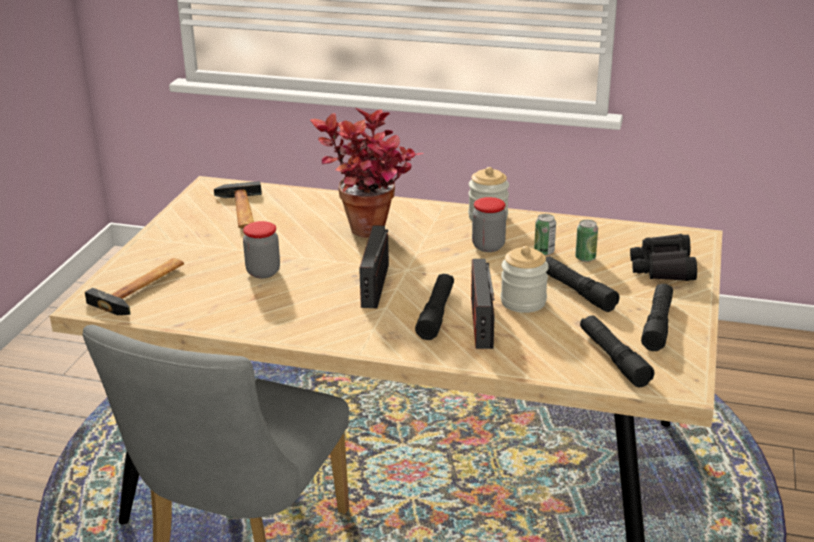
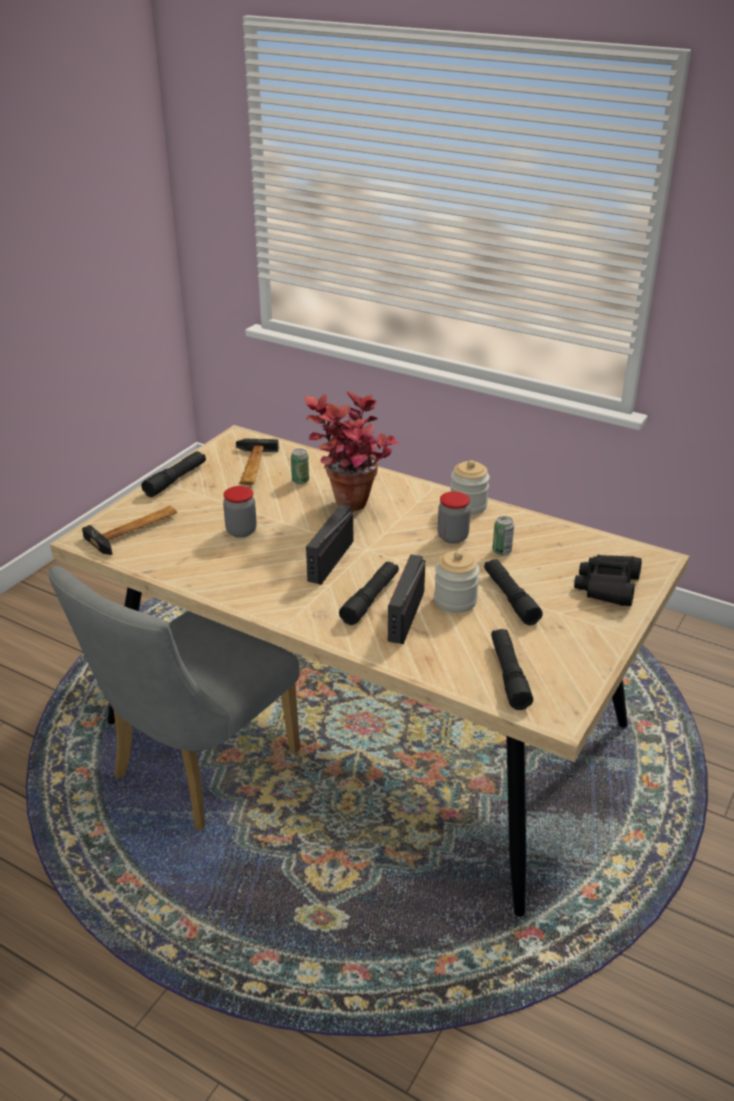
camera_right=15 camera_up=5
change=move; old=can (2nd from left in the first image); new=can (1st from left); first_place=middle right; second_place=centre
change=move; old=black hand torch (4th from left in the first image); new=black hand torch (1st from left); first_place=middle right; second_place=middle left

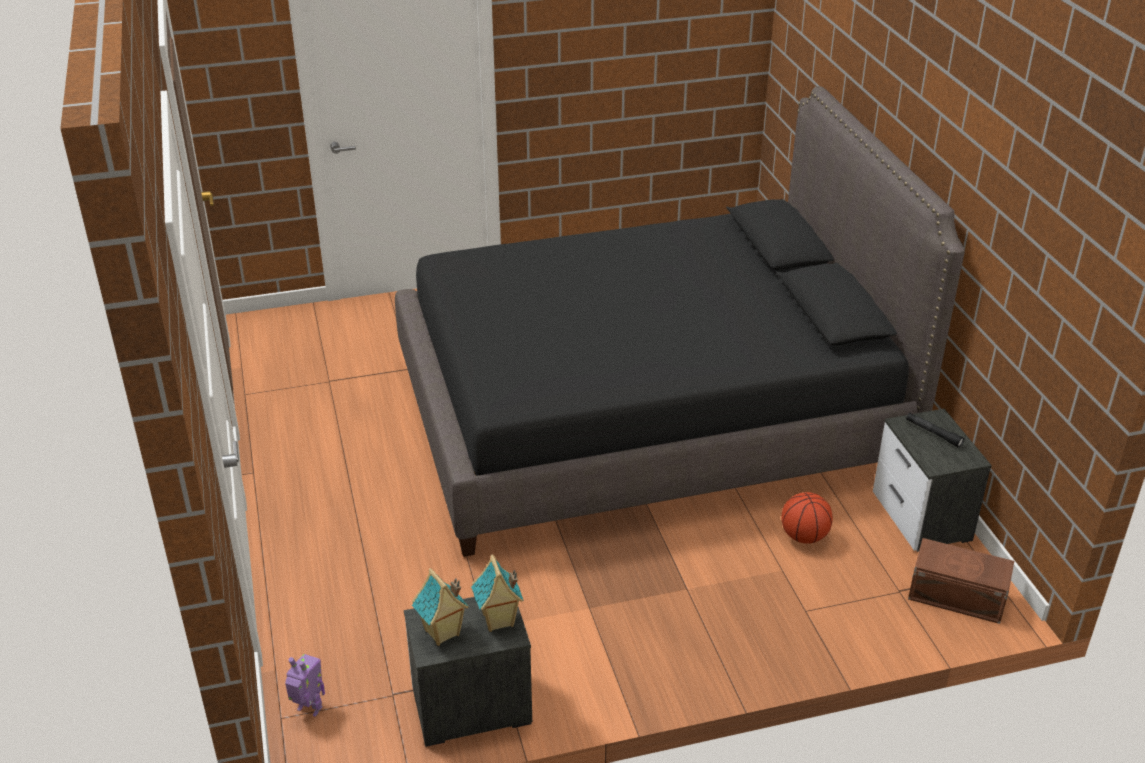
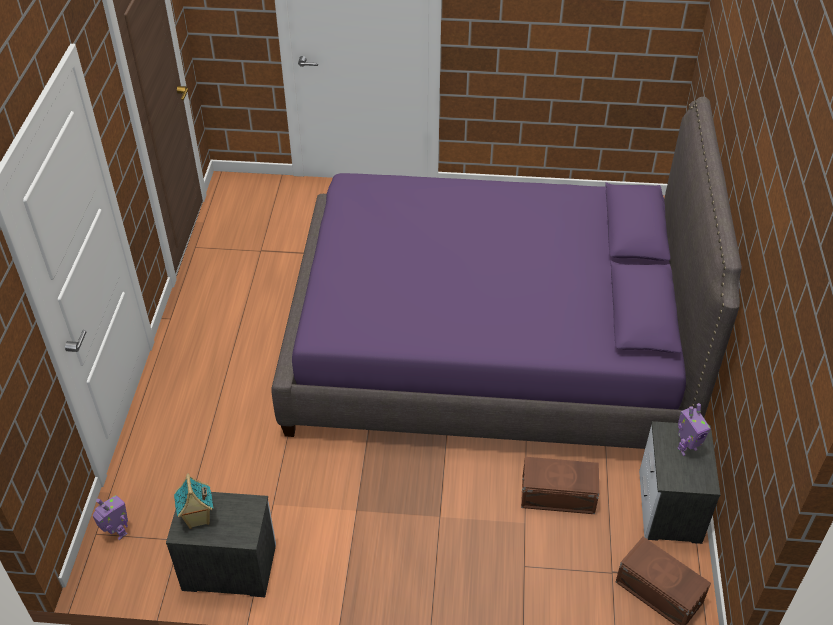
camera_right=20 camera_up=10
change=recolor; old=black bedroom bed; new=purple-coloured bedroom bed; first_place=centre; second_place=centre
change=delete; old=toy house (2nd from left); first_place=bottom centre
change=replace; old=basketball; new=brown-coloured storage bin (1st from left); first_place=bottom right; second_place=bottom right
change=replace; old=black hand torch; new=model robot (2nd from left); first_place=middle right; second_place=bottom right

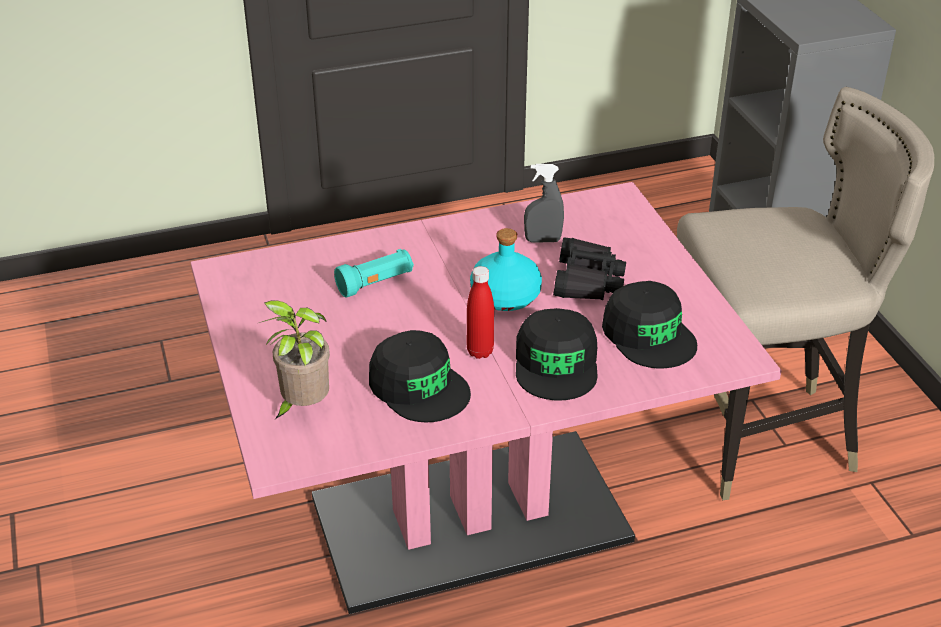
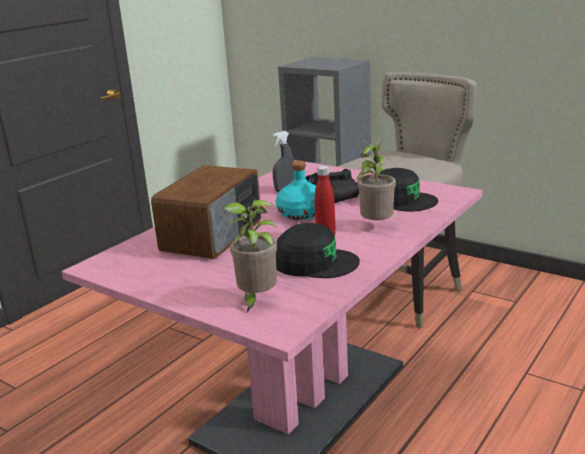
camera_right=-35 camera_up=-15
change=replace; old=turquoise hand torch; new=radio set; first_place=centre; second_place=centre
change=replace; old=black peaked cap (2nd from left); new=potted plant (2nd from left); first_place=centre; second_place=centre

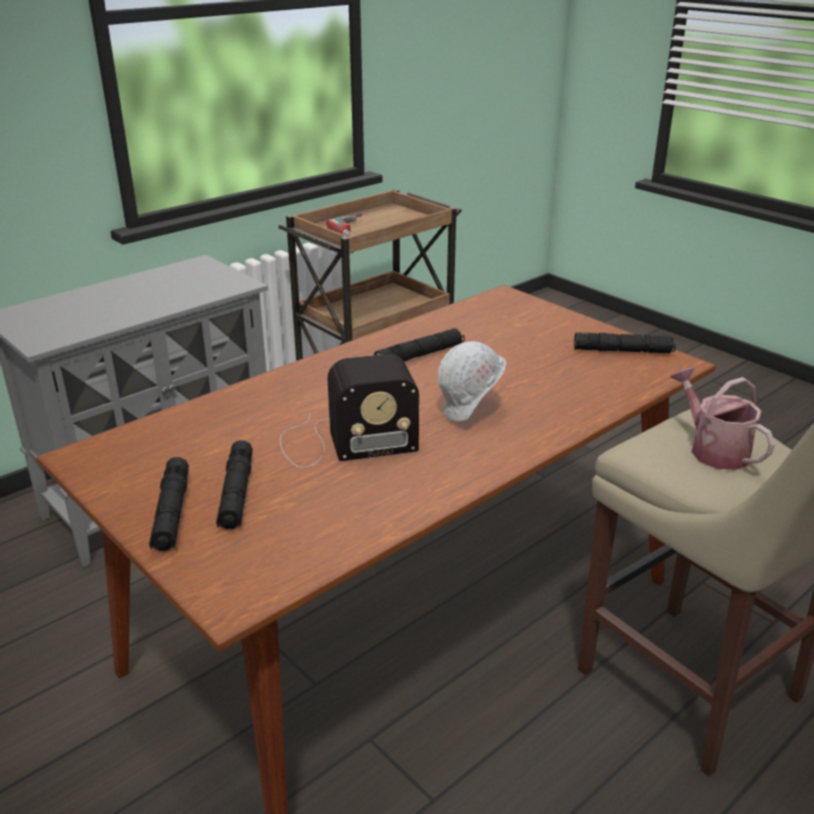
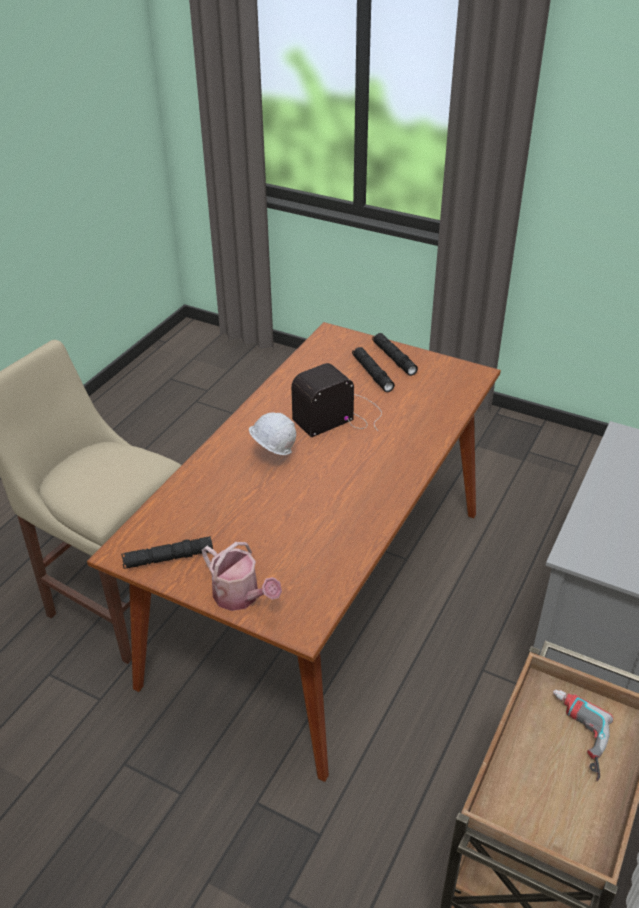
camera_right=160 camera_up=10
change=delete; old=black hand torch (3rd from left); first_place=centre
change=move; old=watering pot; first_place=middle right; second_place=centre

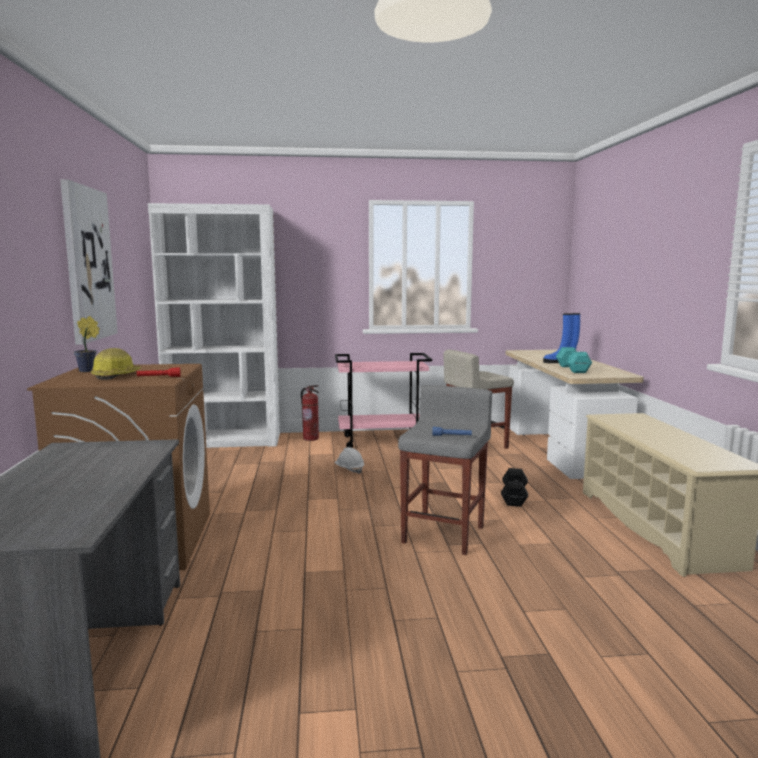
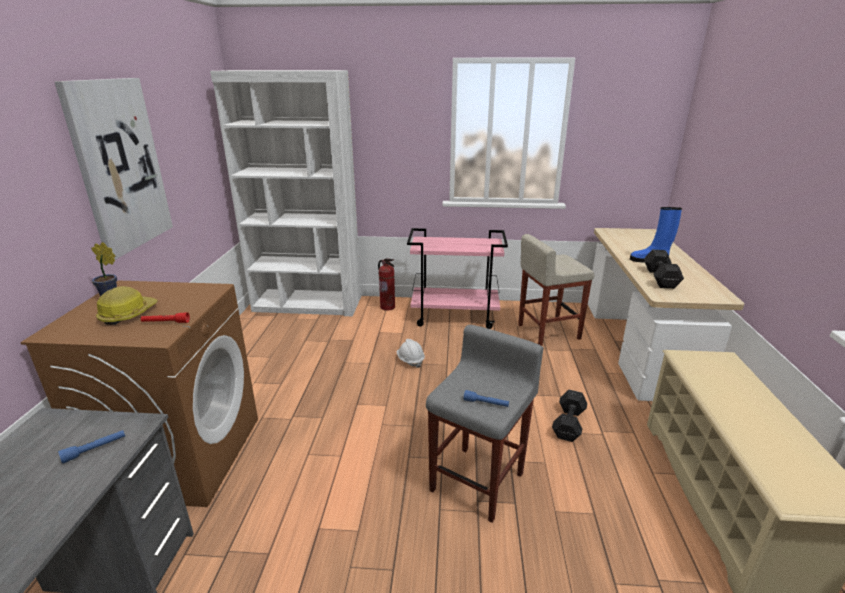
camera_right=10 camera_up=15
change=recolor; old=turquoise free weight; new=black free weight (2nd from left); first_place=middle right; second_place=middle right
change=insert; new=blue hand torch (1st from left); second_place=bottom left

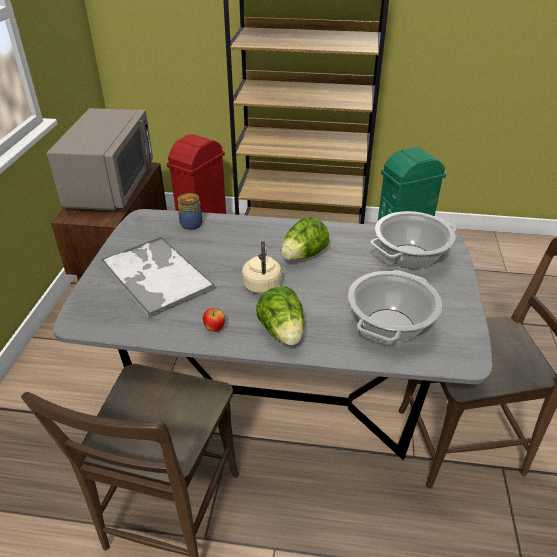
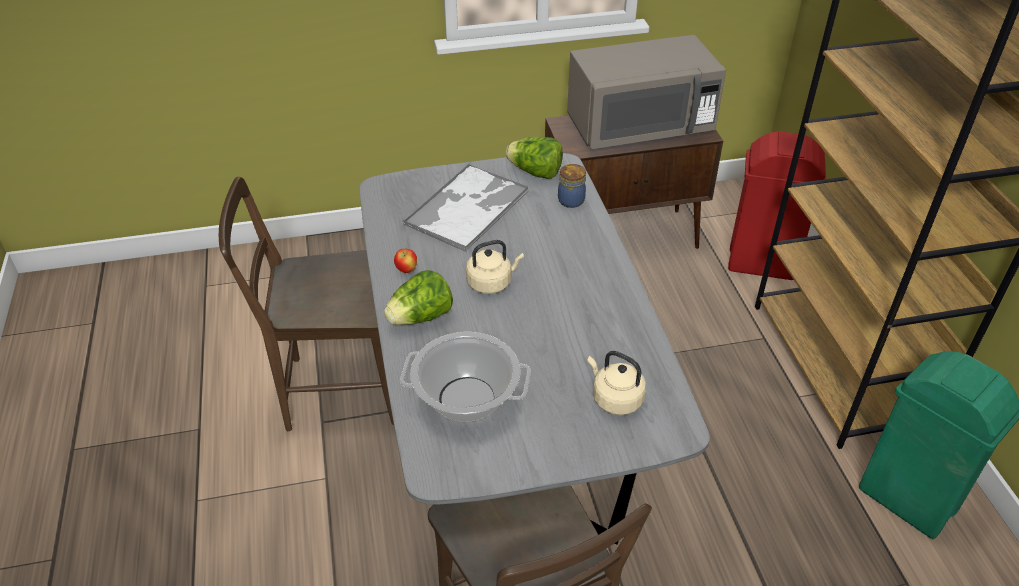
camera_right=70 camera_up=5
change=move; old=lettuce head (2nd from left); first_place=centre; second_place=top centre
change=replace; old=cooking pot (2nd from left); new=sand-coloured water kettle (2nd from left); first_place=middle right; second_place=centre

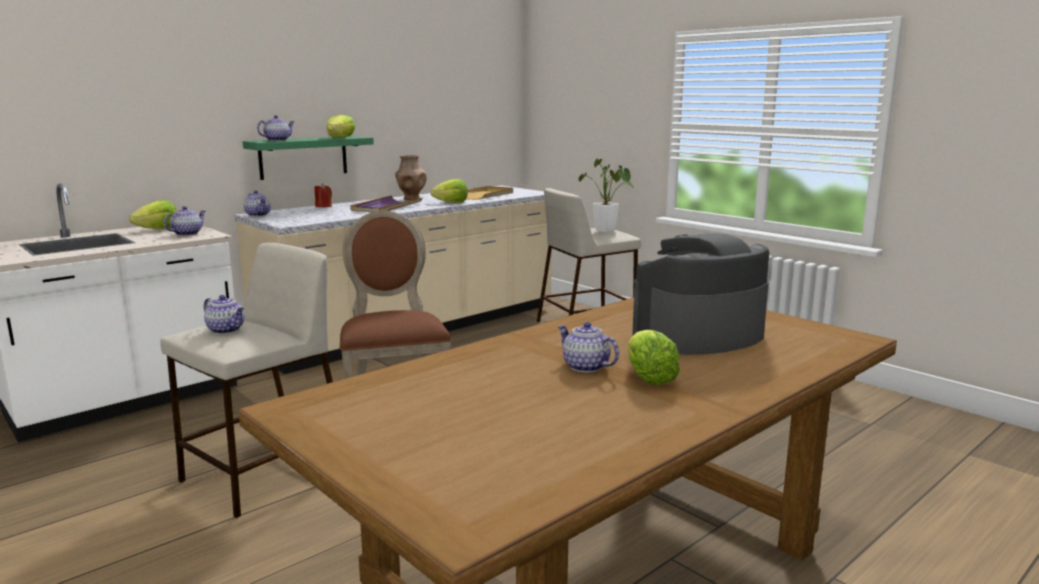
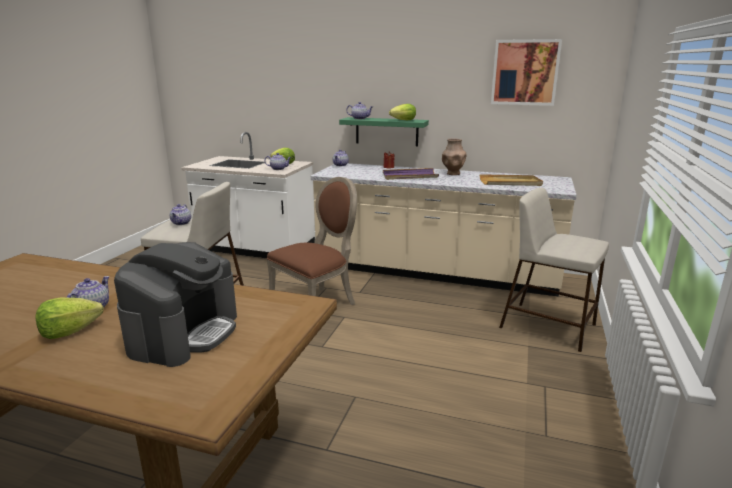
camera_right=60 camera_up=5
change=delete; old=lettuce head (3rd from left); first_place=top centre
change=delete; old=potted plant; first_place=centre
change=rotate; old=coffee machine; first_place=middle right; second_place=middle left; degrees=75
change=insert; new=wall picture; second_place=top right

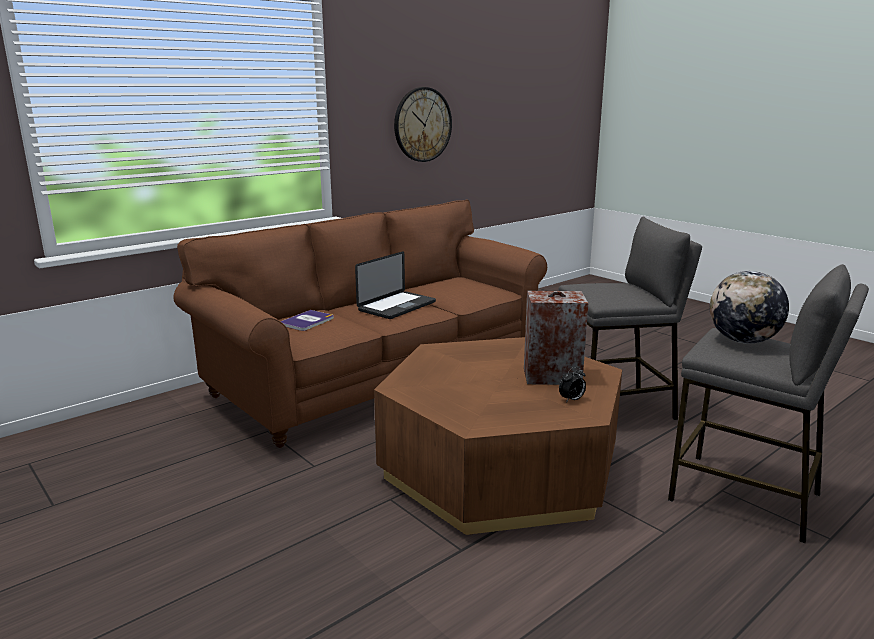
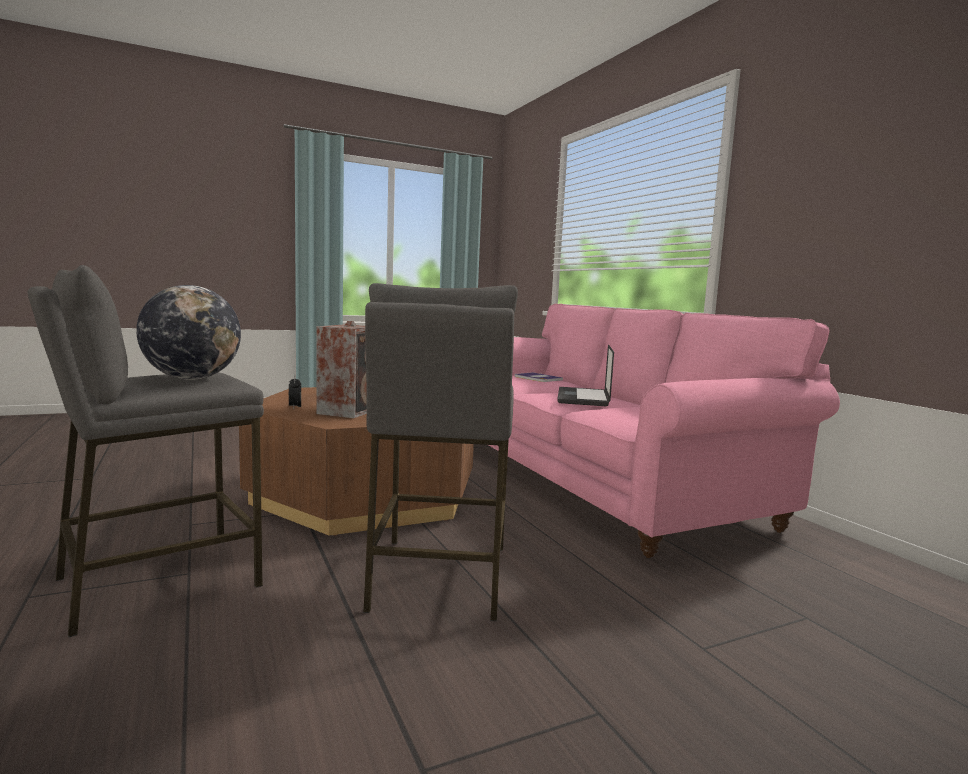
camera_right=105 camera_up=-10
change=recolor; old=brown-coloured sofa; new=pink-coloured sofa; first_place=centre; second_place=middle right
change=rotate; old=portable computer; first_place=centre; second_place=centre; degrees=45
change=delete; old=hanging clock; first_place=top centre

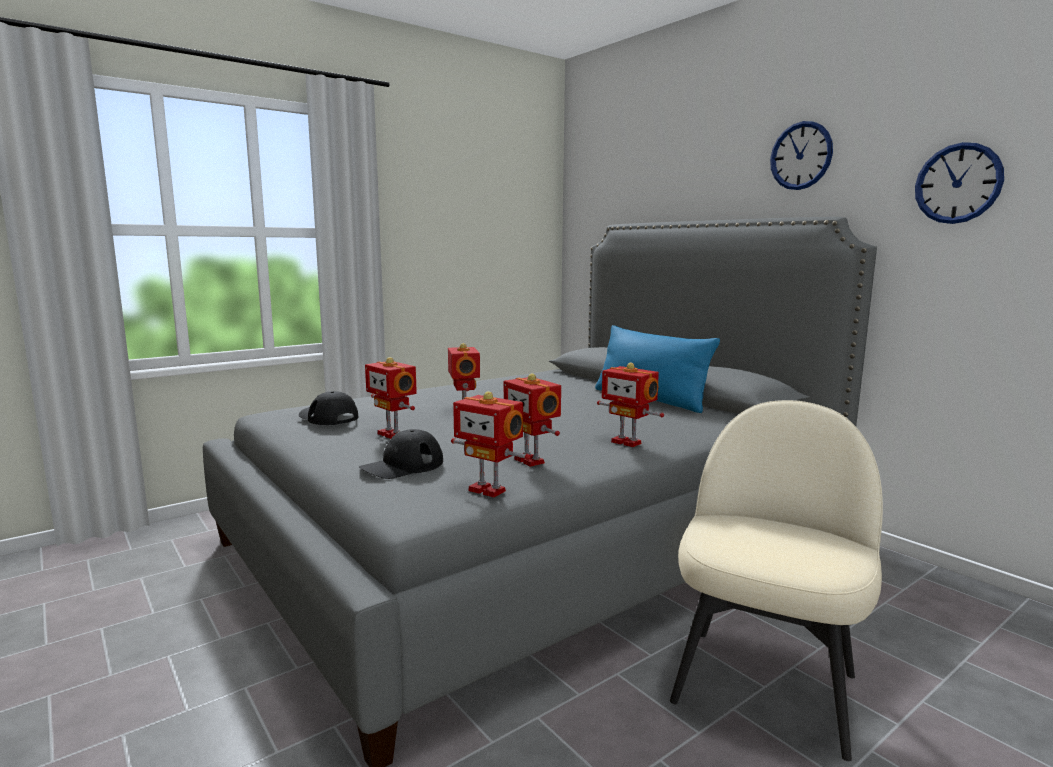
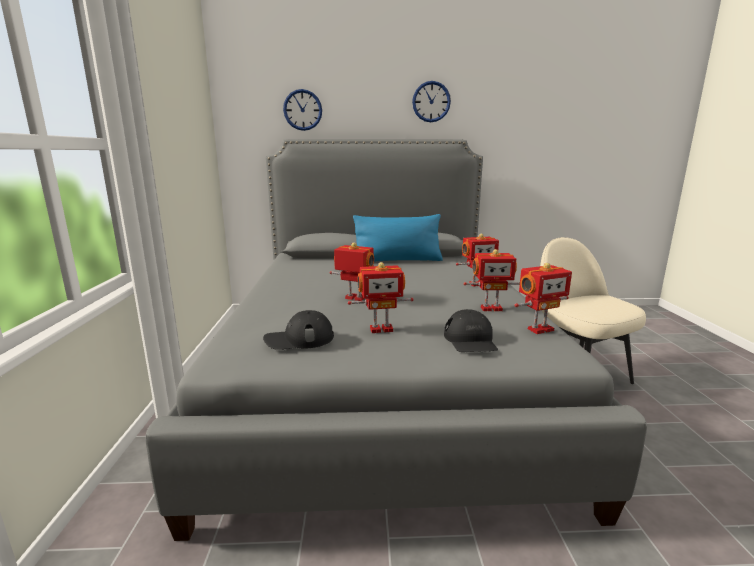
camera_right=-55 camera_up=5
change=move; old=hanging clock (2nd from left in the first image); new=hanging clock (1st from left); first_place=top right; second_place=top centre

